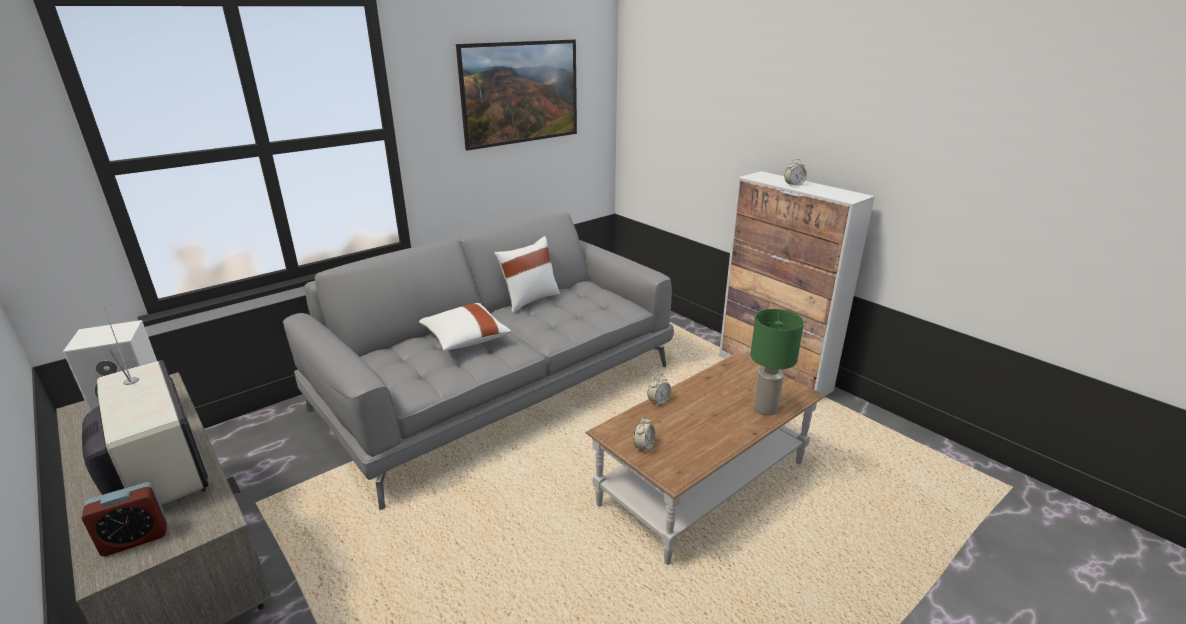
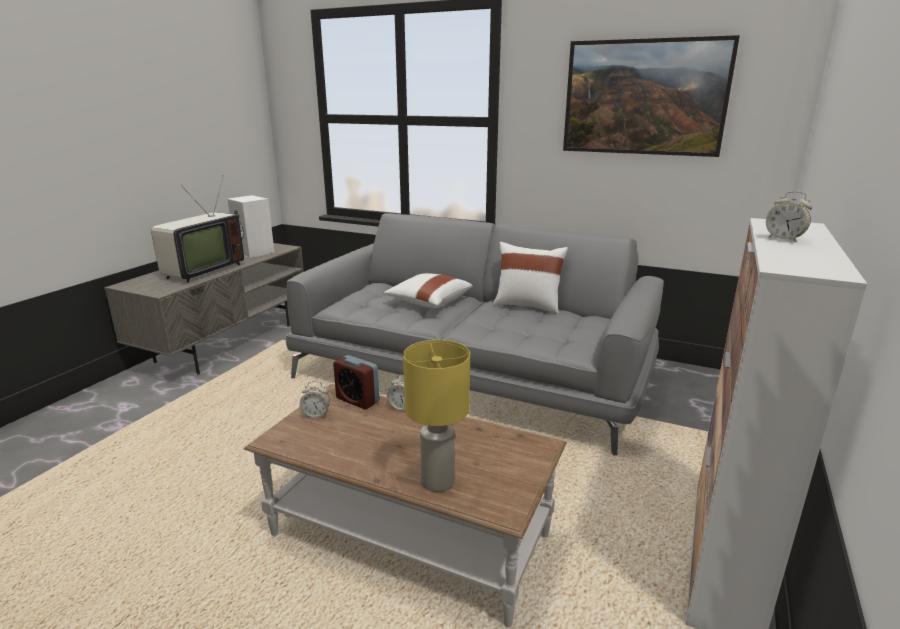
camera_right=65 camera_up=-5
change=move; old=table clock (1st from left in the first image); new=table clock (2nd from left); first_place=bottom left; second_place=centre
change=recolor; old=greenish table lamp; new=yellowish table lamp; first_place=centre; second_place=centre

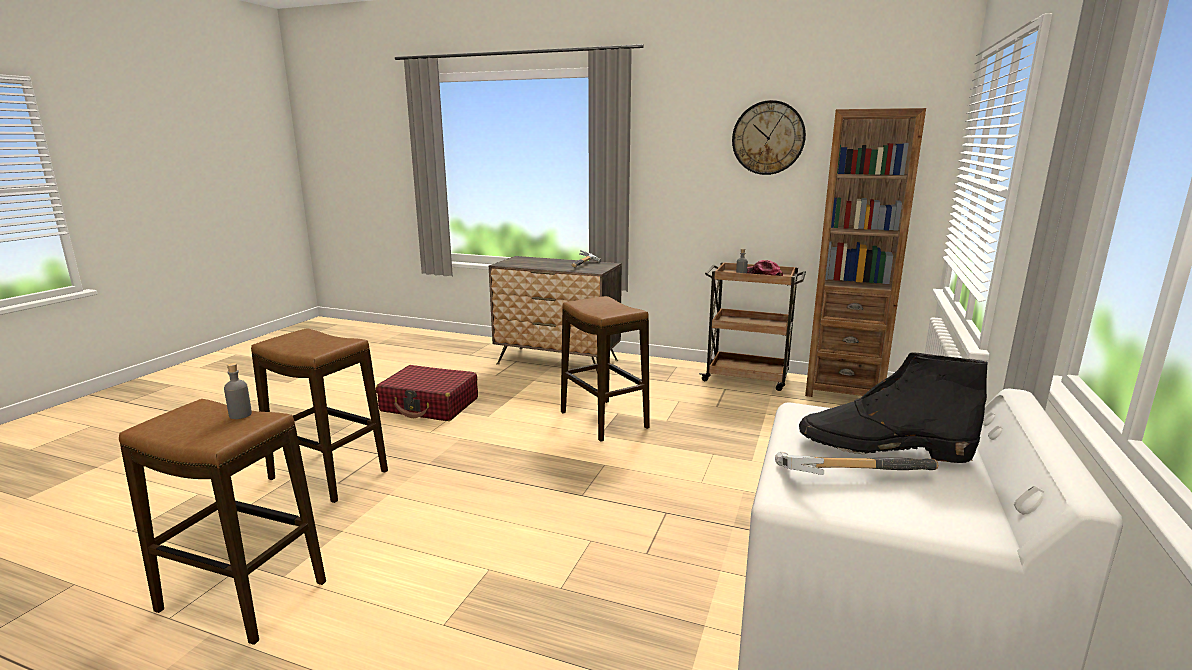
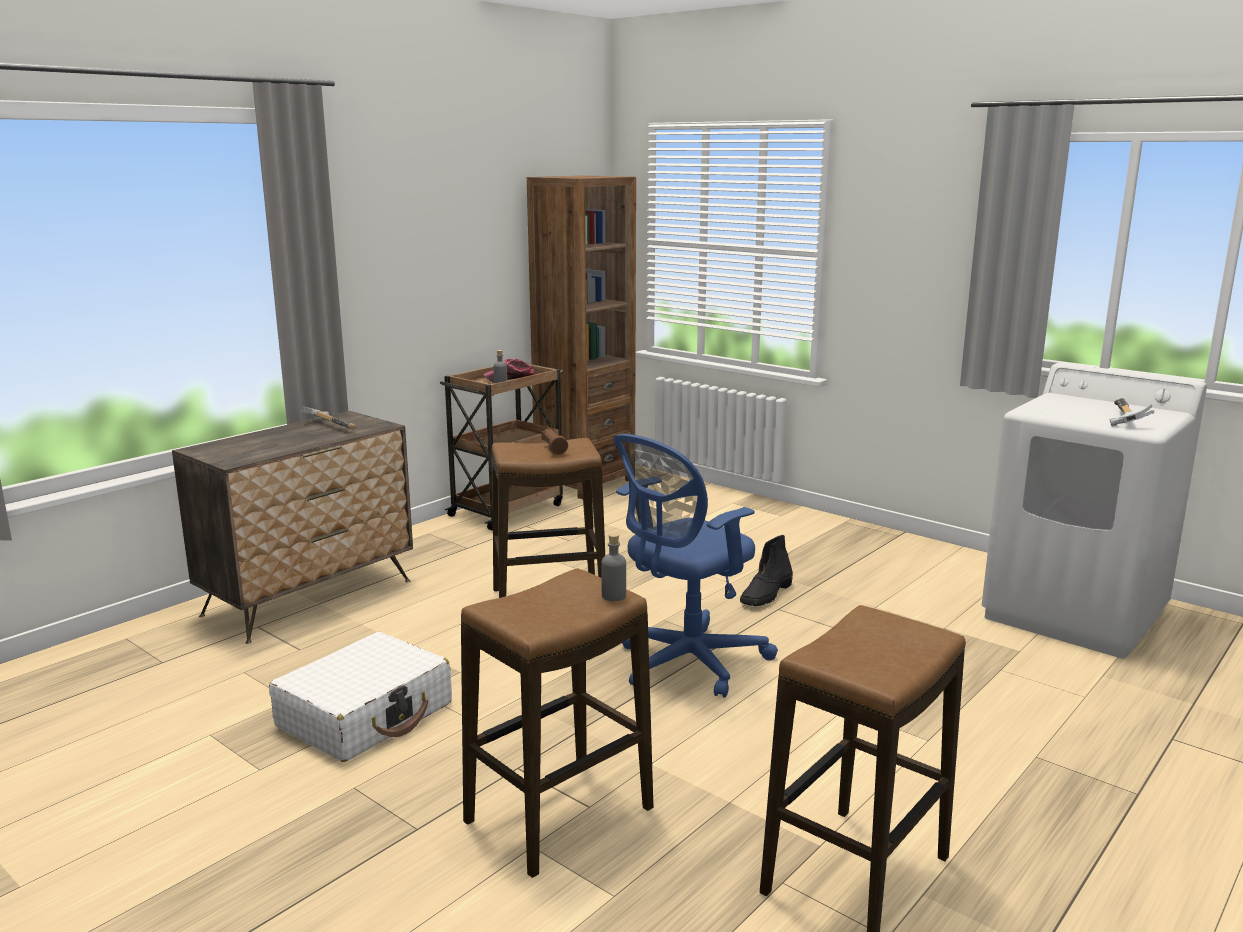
camera_right=-70 camera_up=0
change=move; old=greyish bottle (1st from left in the first image); new=greyish bottle (2nd from left); first_place=middle left; second_place=centre
change=recolor; old=reddish piece of luggage; new=white-coloured piece of luggage; first_place=centre; second_place=bottom left
change=delete; old=hanging clock; first_place=top centre
change=move; old=black high-top boot; first_place=middle right; second_place=centre
change=insert; new=brown-coloured hand torch; second_place=centre
change=insert; new=blue desk chair; second_place=centre

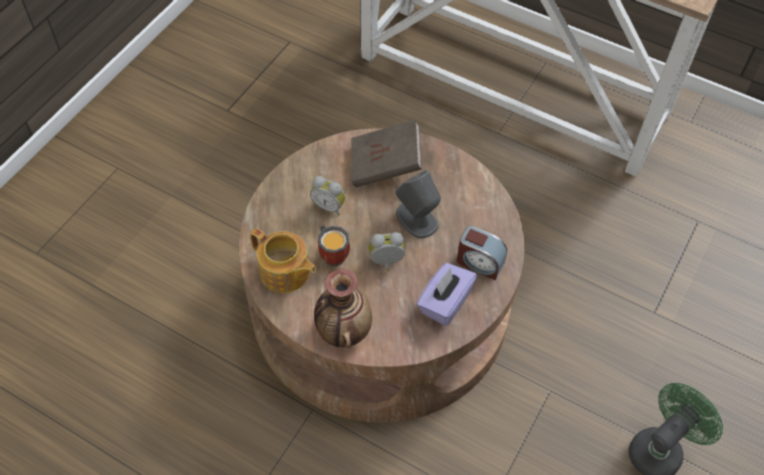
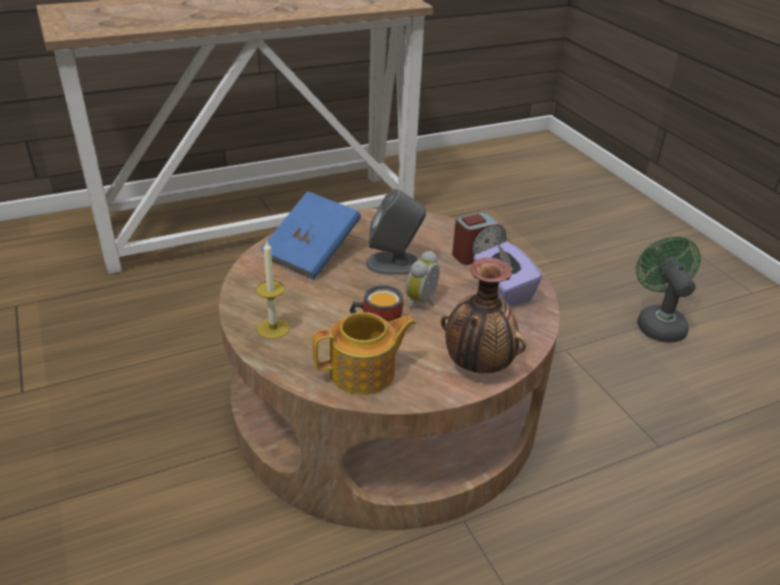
camera_right=-55 camera_up=-20
change=delete; old=table clock (1st from left); first_place=centre
change=recolor; old=brown-coloured book; new=blue book; first_place=top centre; second_place=centre
change=insert; new=wax light; second_place=centre

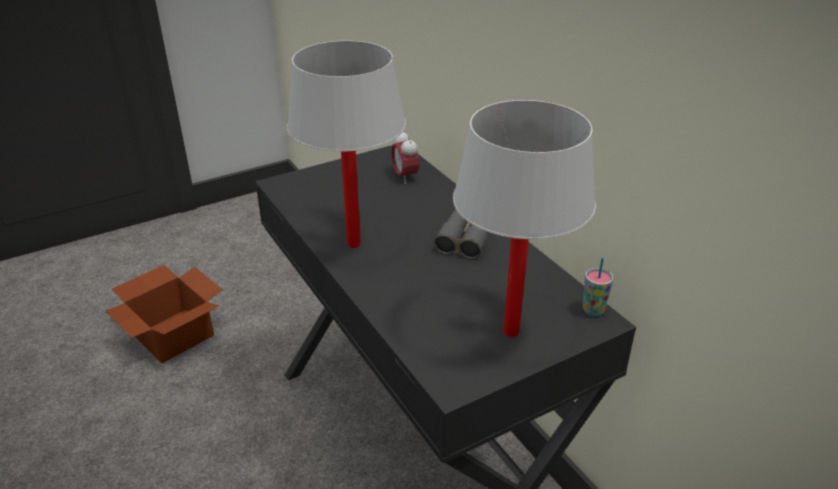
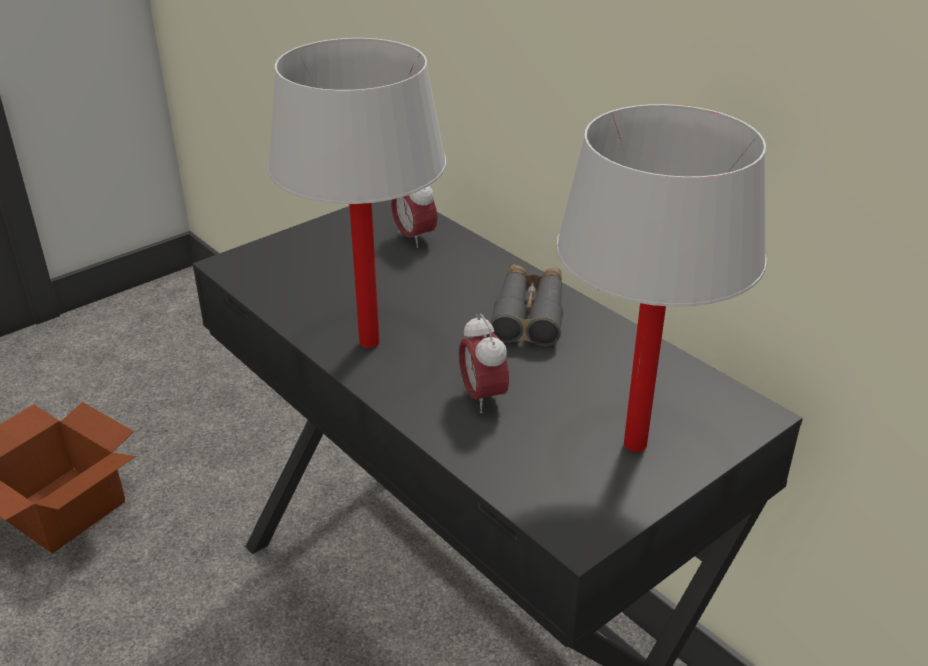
camera_right=-10 camera_up=0
change=delete; old=small cup; first_place=middle right
change=insert; new=table clock (2nd from left); second_place=centre

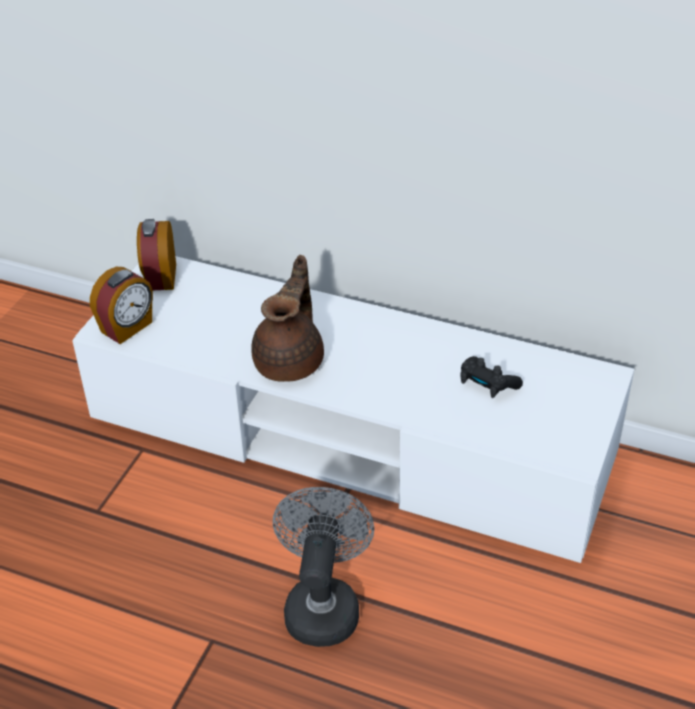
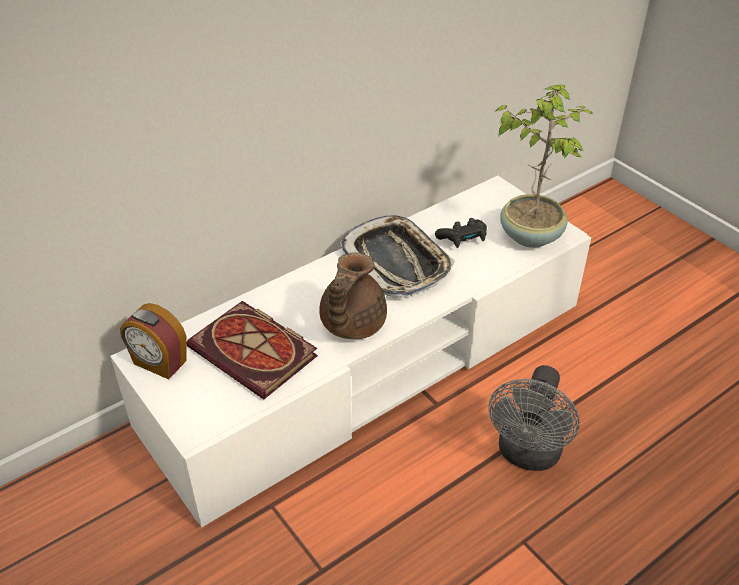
camera_right=-60 camera_up=0
change=delete; old=table clock (1st from left); first_place=middle left
change=rotate; old=brown-coloured pot for tea; first_place=centre; second_place=centre; degrees=-120
change=rotate; old=greyish cooling fan; first_place=bottom centre; second_place=bottom right; degrees=-105
change=insert; new=book; second_place=centre
change=insert; new=tray; second_place=centre
change=insert; new=potted plant; second_place=top right

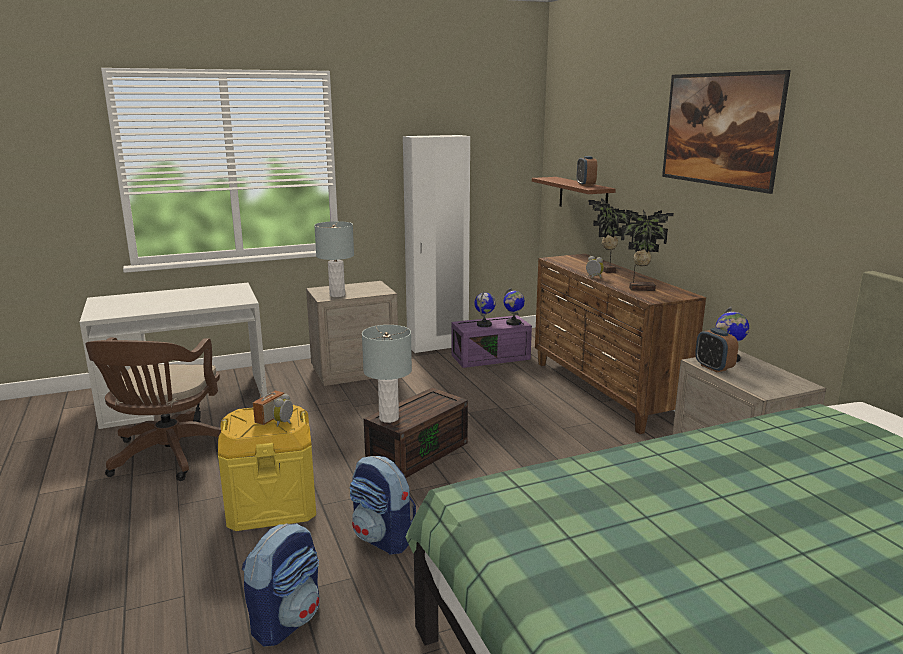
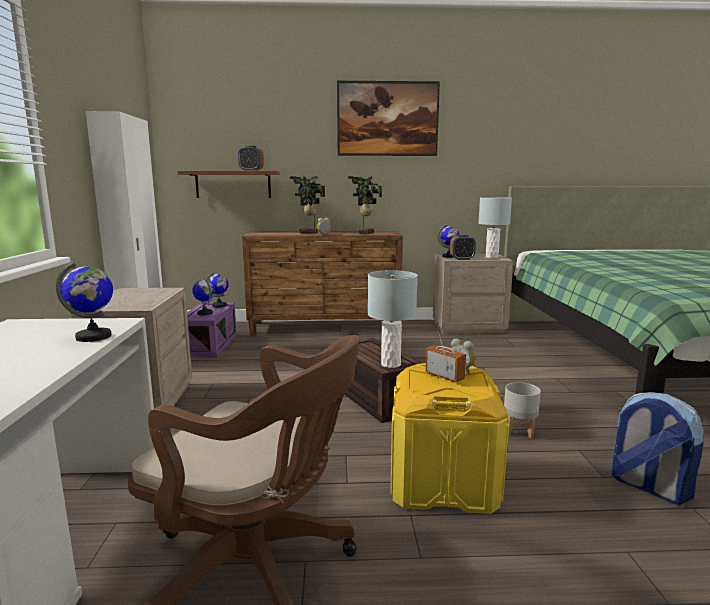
camera_right=-70 camera_up=-5
change=move; old=greyish table lamp (1st from left in the first image); new=greyish table lamp (2nd from left); first_place=centre; second_place=middle right
change=replace; old=backpack (2nd from left); new=greyish plant pot; first_place=bottom centre; second_place=bottom right
change=insert; new=globe (1st from left); second_place=middle left

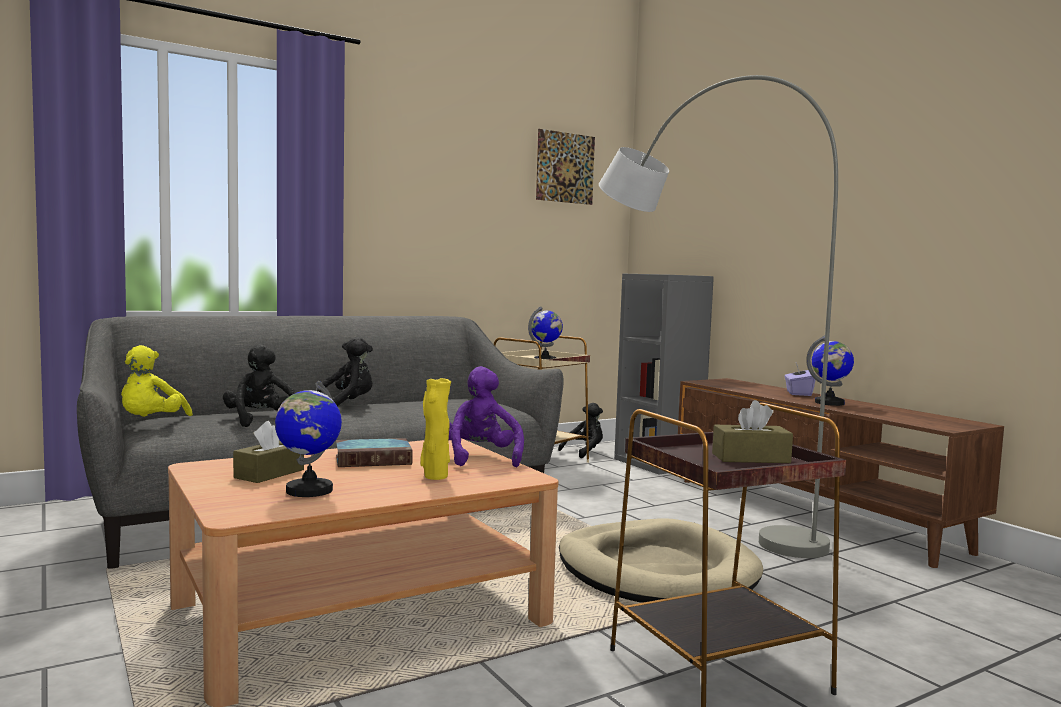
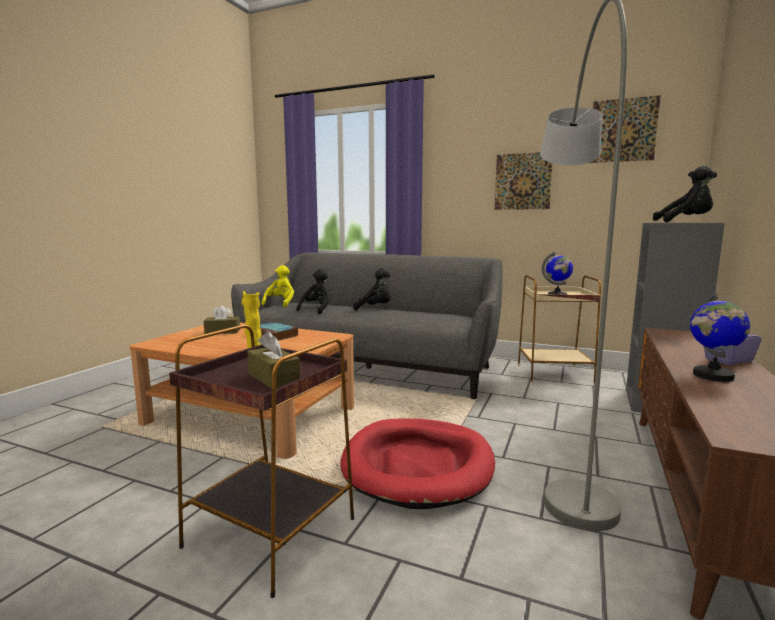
camera_right=55 camera_up=5
change=rotate; old=yellowish plush toy; first_place=middle left; second_place=centre; degrees=135
change=delete; old=globe (1st from left); first_place=middle left
change=delete; old=purple-coloured plush toy; first_place=centre
change=move; old=black plush toy (3rd from left); first_place=centre; second_place=top right
change=recolor; old=sand-coloured pet bed; new=reddish pet bed; first_place=bottom centre; second_place=bottom centre
change=insert; new=wall picture (1st from left); second_place=top right

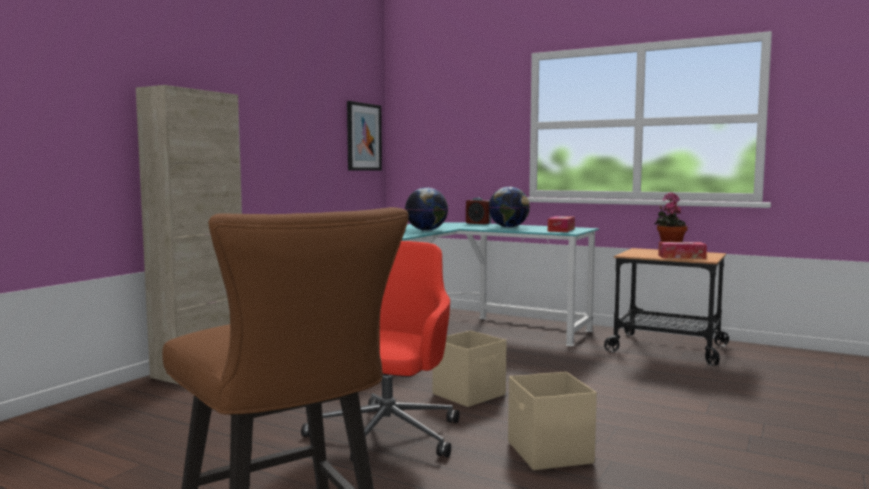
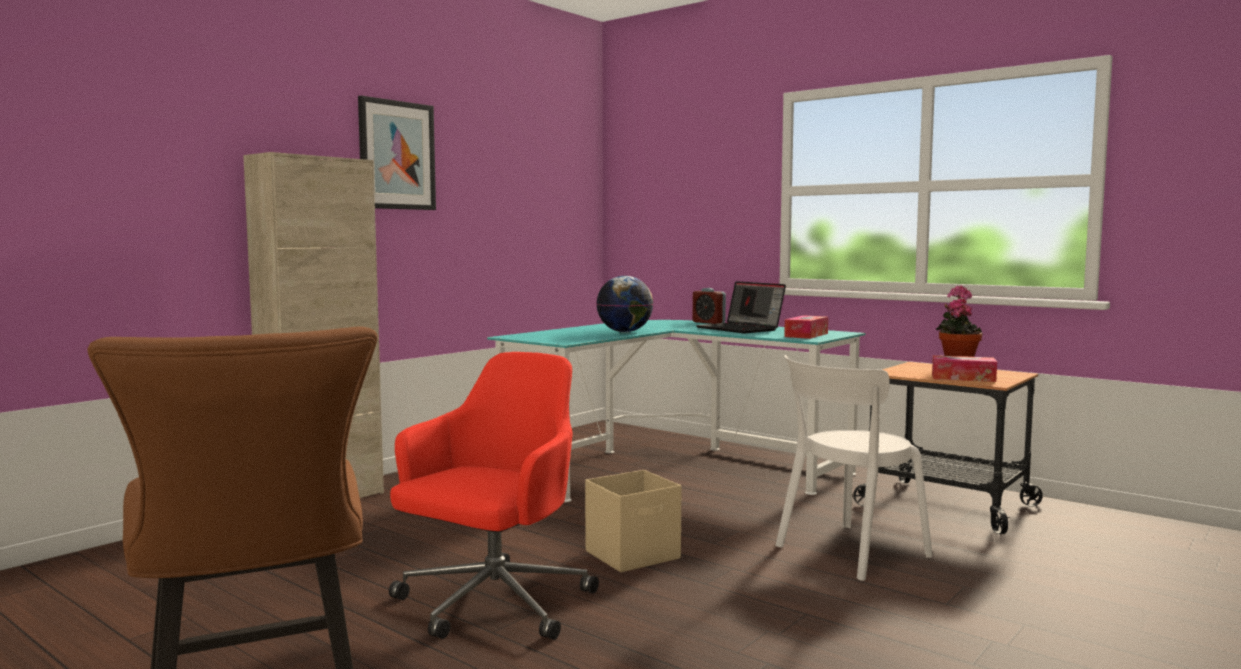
camera_right=10 camera_up=0
change=move; old=wall picture; first_place=top centre; second_place=top left
change=replace; old=globe (2nd from left); new=portable computer; first_place=centre; second_place=centre
change=delete; old=sand-coloured storage bin (2nd from left); first_place=bottom centre
change=insert; new=white-coloured upright chair; second_place=bottom right

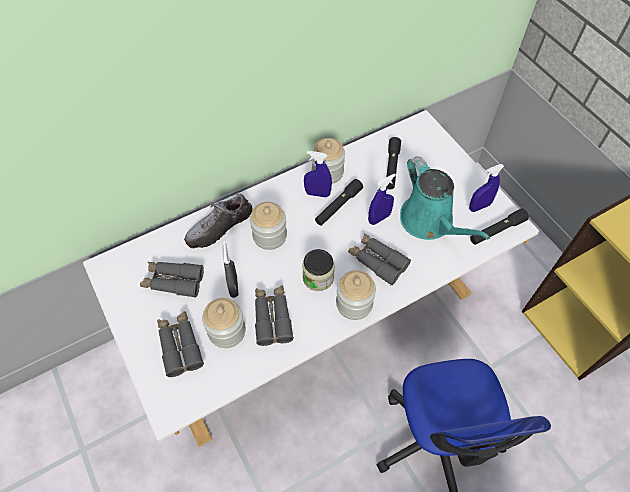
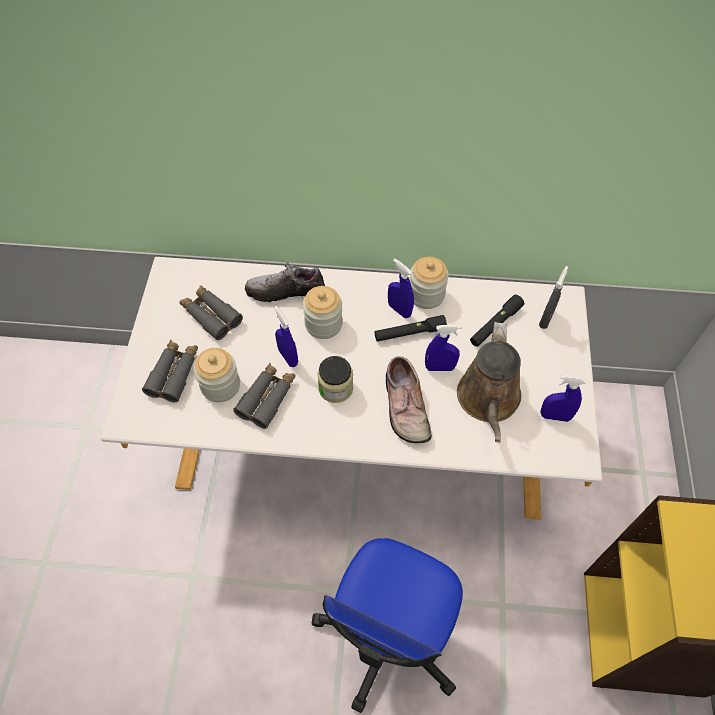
camera_right=35 camera_up=0
change=move; old=greyish hand sprayer; first_place=centre; second_place=middle right
change=delete; old=storage jar (5th from left); first_place=centre
change=replace; old=greyish pair of binoculars (4th from left); new=item of footwear (2nd from left); first_place=centre; second_place=centre
change=recolor; old=turquoise watering pot; new=brown-coloured watering pot; first_place=middle right; second_place=middle right
change=delete; old=black hand torch (3rd from left); first_place=middle right
change=insert; new=blue hand sprayer (1st from left); second_place=centre

